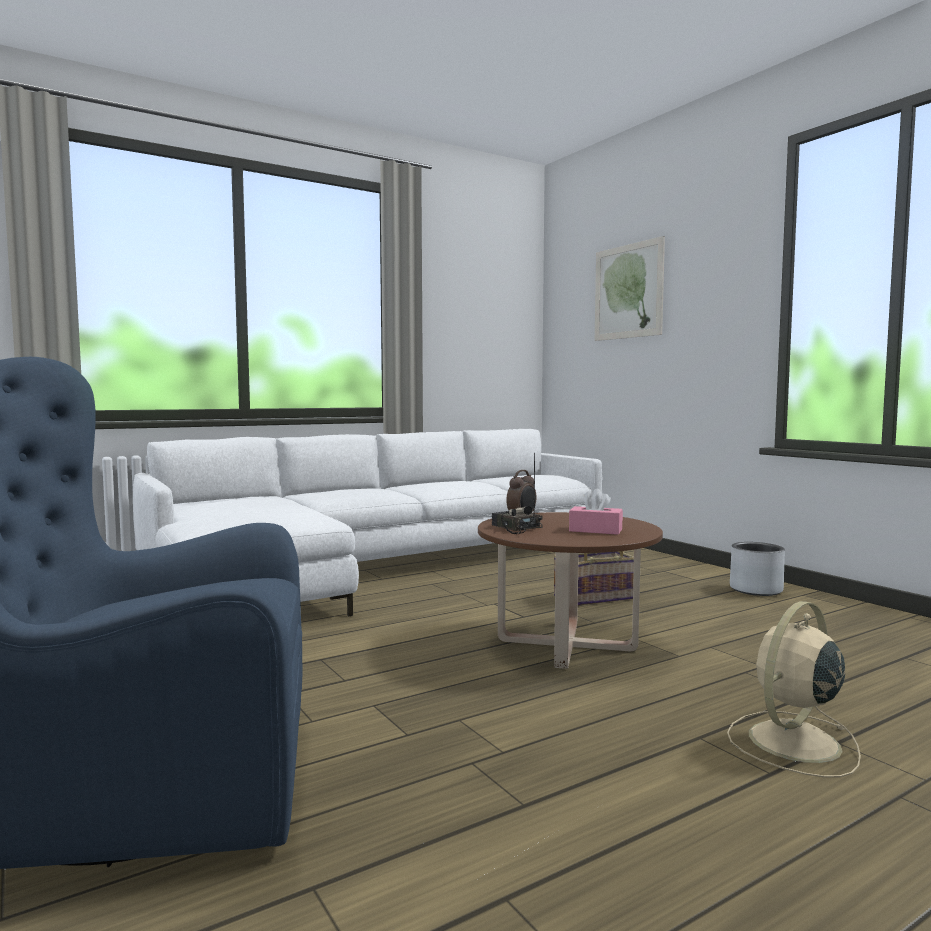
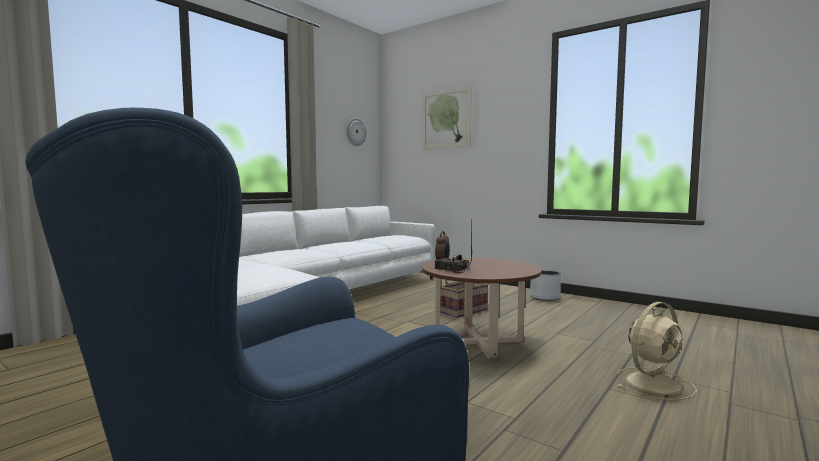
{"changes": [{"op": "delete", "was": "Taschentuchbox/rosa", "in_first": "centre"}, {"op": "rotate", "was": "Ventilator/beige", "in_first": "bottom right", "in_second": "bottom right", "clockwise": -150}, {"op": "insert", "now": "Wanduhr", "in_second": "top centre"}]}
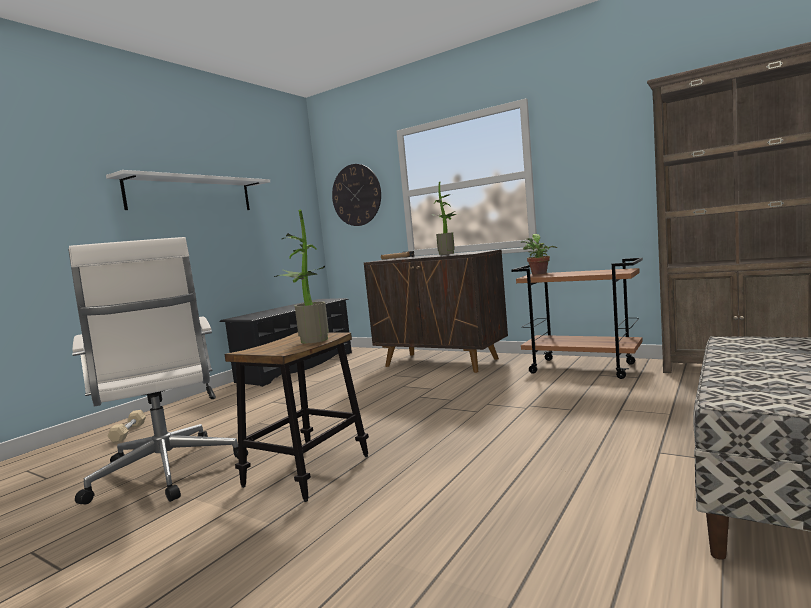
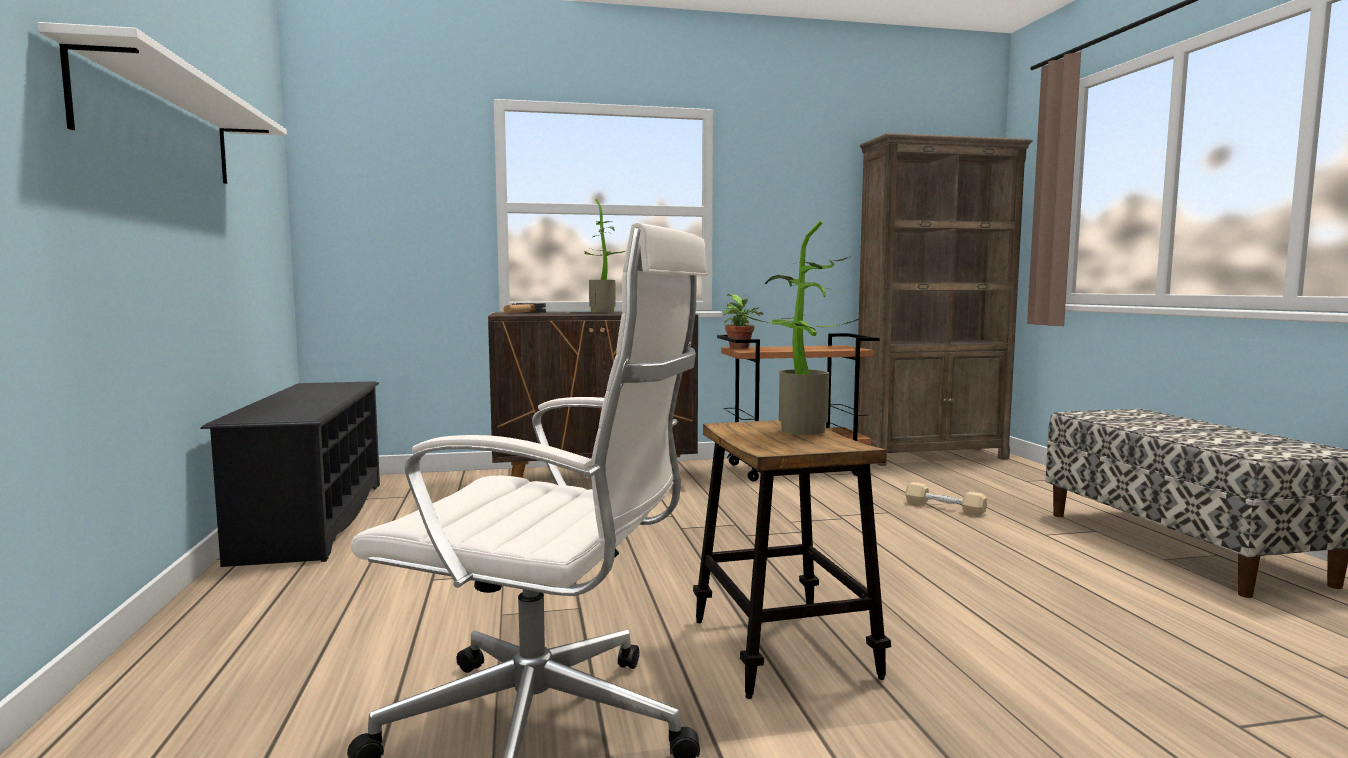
{"changes": [{"op": "move", "was": "Hantel/beige", "in_first": "bottom left", "in_second": "middle right"}, {"op": "delete", "was": "Wanduhr", "in_first": "top centre"}]}
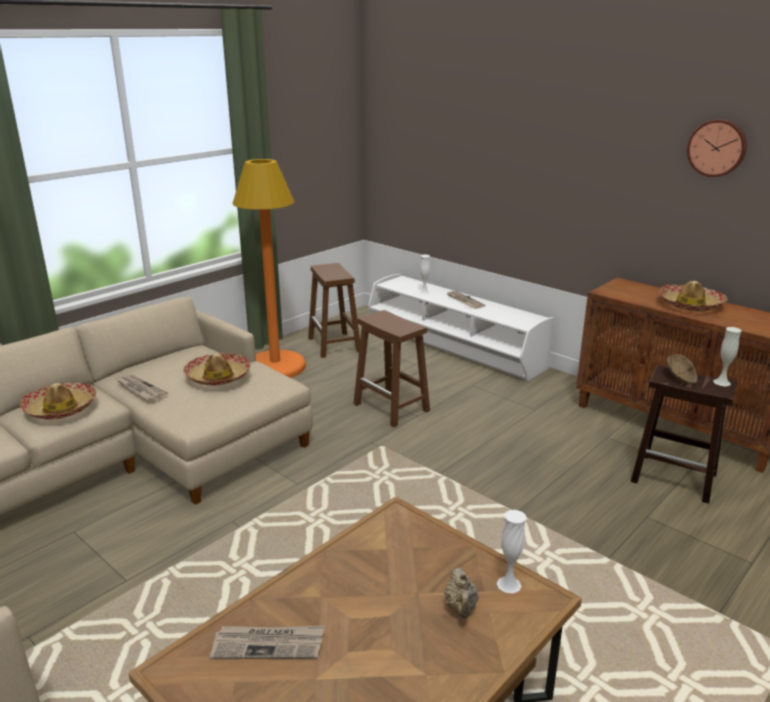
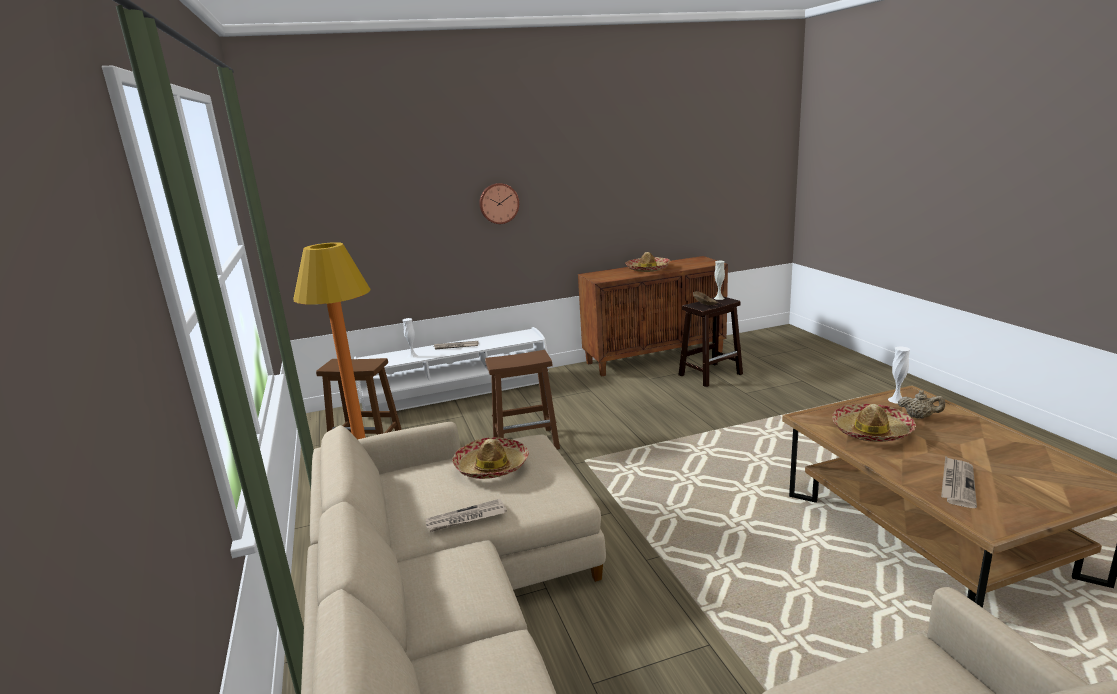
{"changes": [{"op": "move", "was": "Hut (1st from left in the first image)", "now": "Hut (3rd from left)", "in_first": "middle left", "in_second": "middle right"}, {"op": "move", "was": "Wanduhr", "in_first": "top right", "in_second": "top centre"}]}
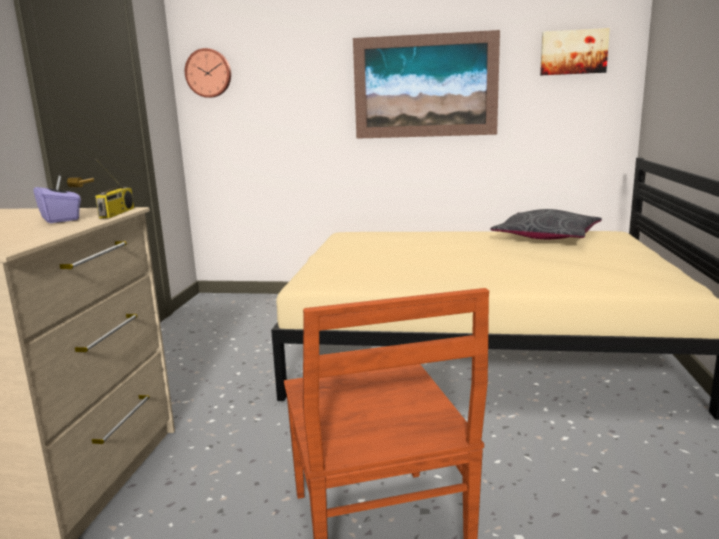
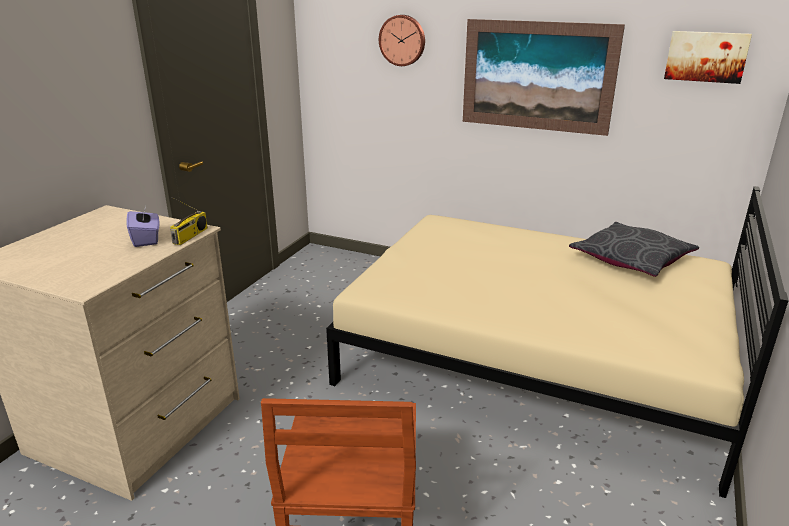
{"changes": [{"op": "move", "was": "Wanduhr", "in_first": "top left", "in_second": "top centre"}]}
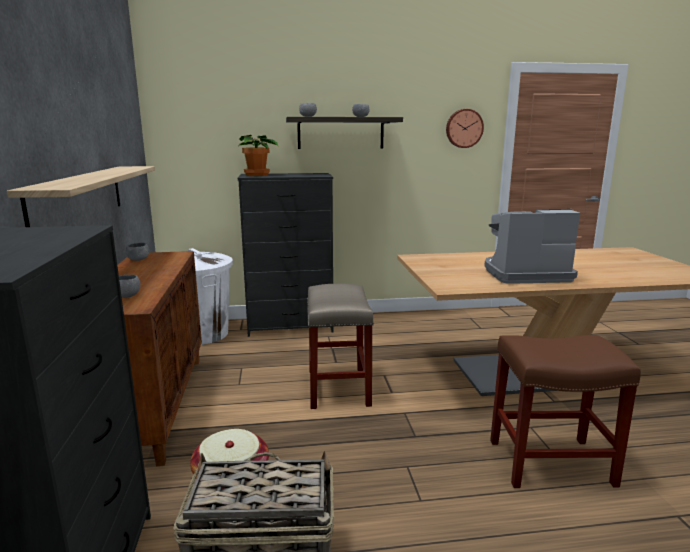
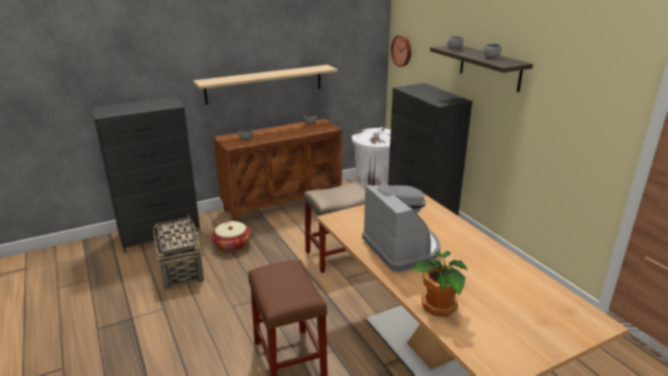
{"changes": [{"op": "move", "was": "Topfpflanze", "in_first": "top centre", "in_second": "bottom centre"}, {"op": "move", "was": "Wanduhr", "in_first": "top right", "in_second": "top centre"}]}
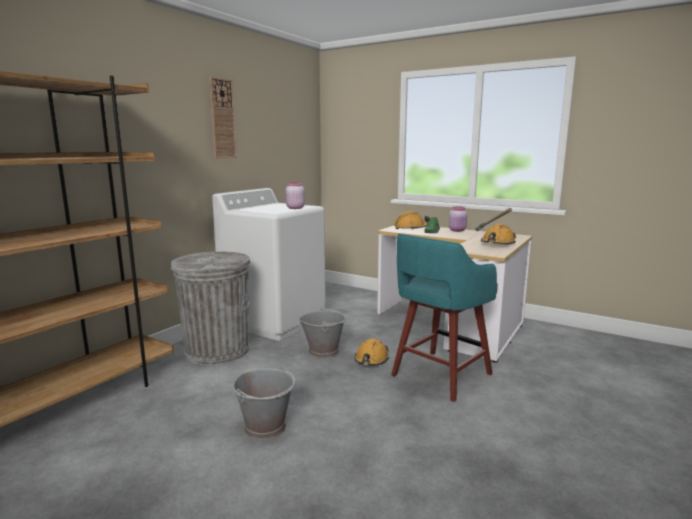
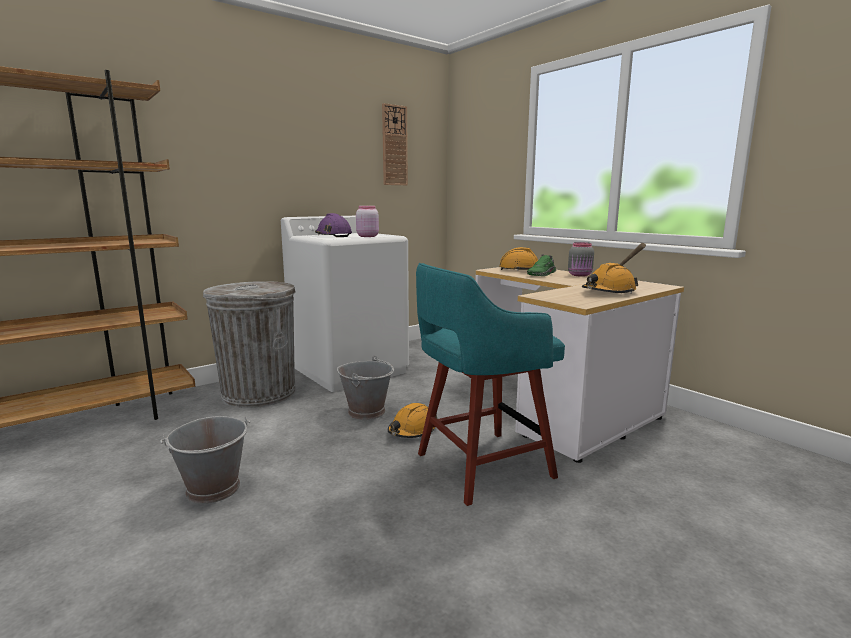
{"changes": [{"op": "move", "was": "Wanduhr", "in_first": "top left", "in_second": "top centre"}, {"op": "recolor", "was": "Vorratsglas/rosa (2nd from left)", "now": "Vorratsglas/grau", "in_first": "centre", "in_second": "middle right"}, {"op": "insert", "now": "Schutzhelm/lila", "in_second": "centre"}]}
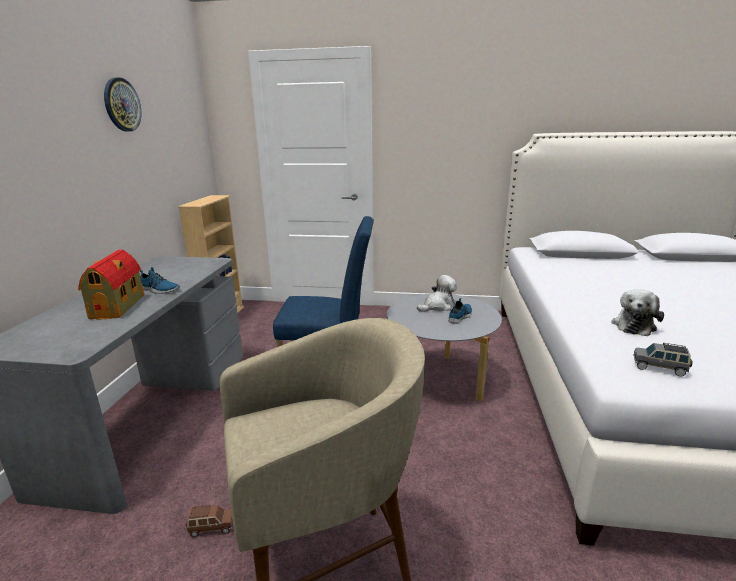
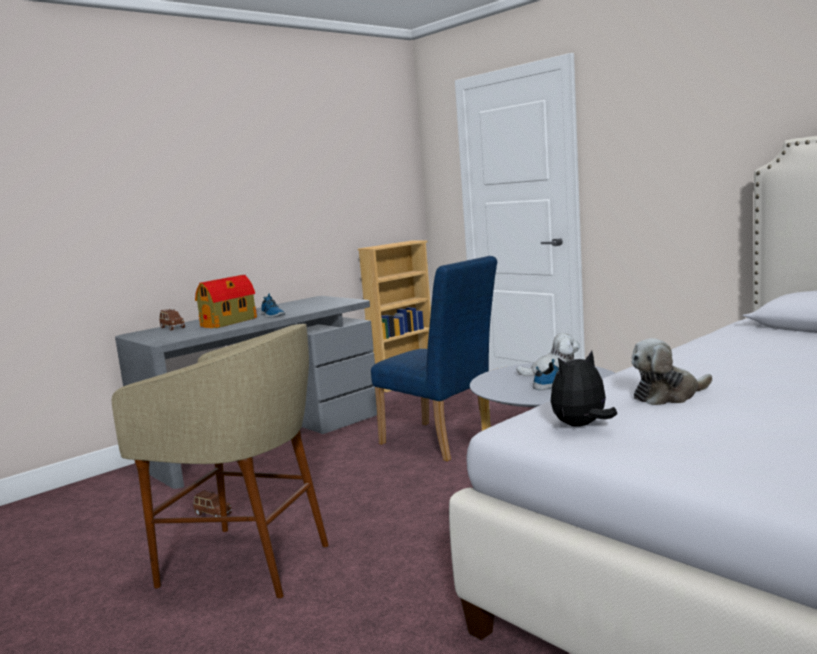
{"changes": [{"op": "delete", "was": "Wanduhr", "in_first": "top left"}, {"op": "replace", "was": "Spielzeugauto/grau", "now": "Plüschtier (2nd from left)", "in_first": "middle right", "in_second": "middle right"}, {"op": "insert", "now": "Spielzeugauto/braun (1st from left)", "in_second": "middle left"}]}
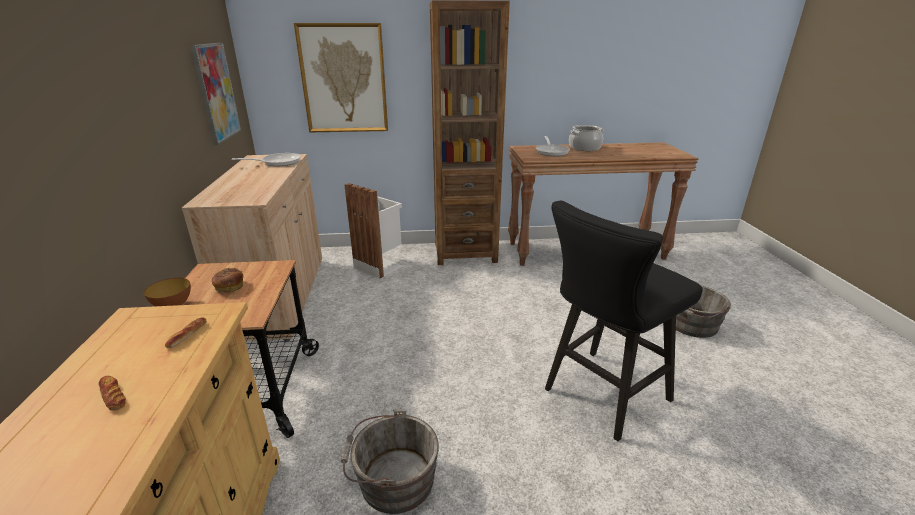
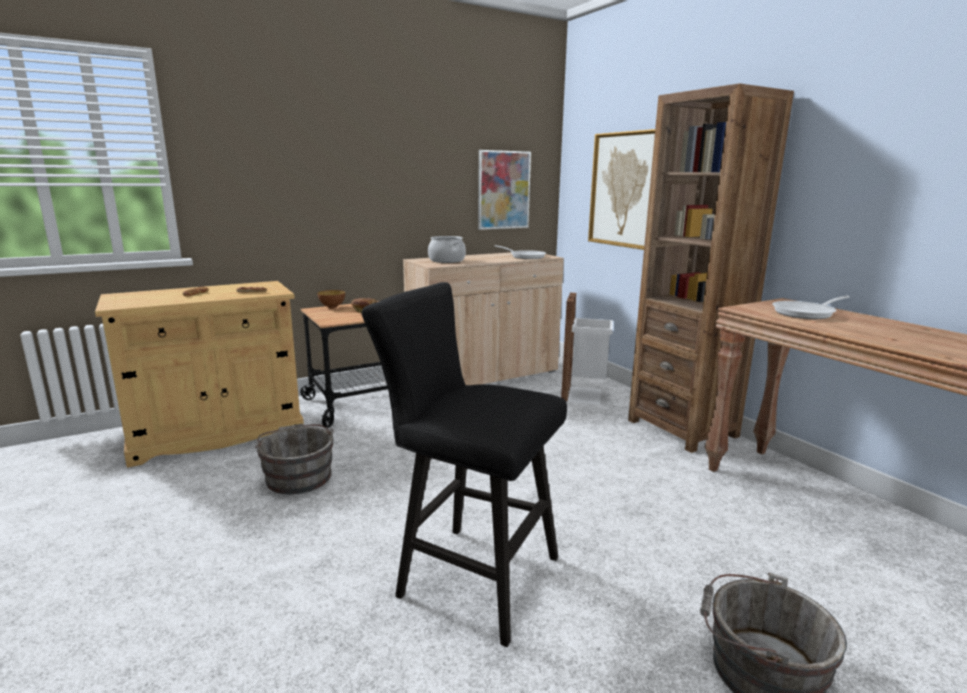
{"changes": [{"op": "move", "was": "Kochtopf", "in_first": "top centre", "in_second": "centre"}]}
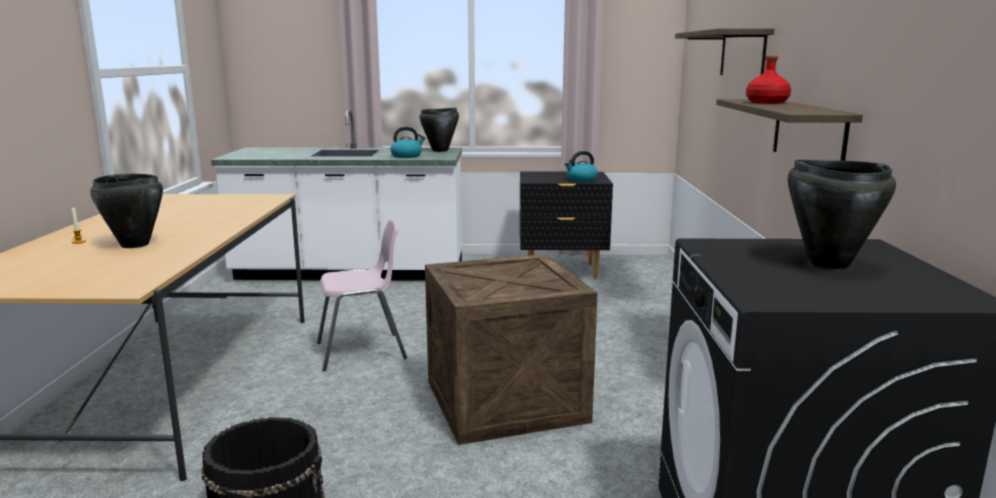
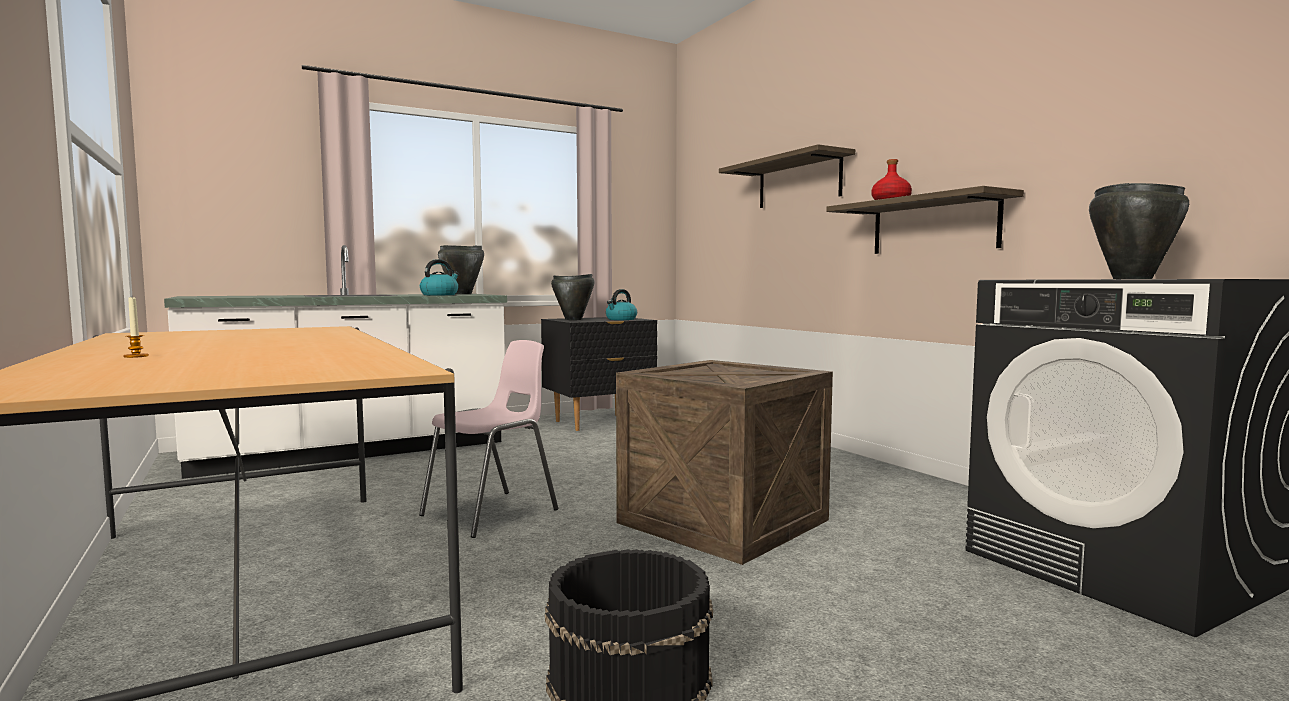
{"changes": [{"op": "move", "was": "Kochtopf/schwarz (1st from left in the first image)", "now": "Kochtopf/schwarz (2nd from left)", "in_first": "middle left", "in_second": "centre"}]}
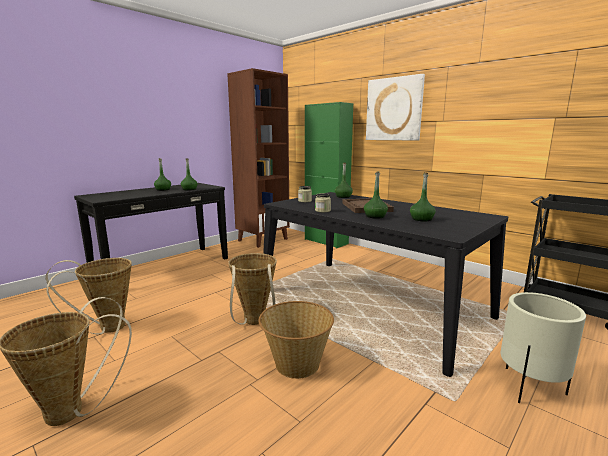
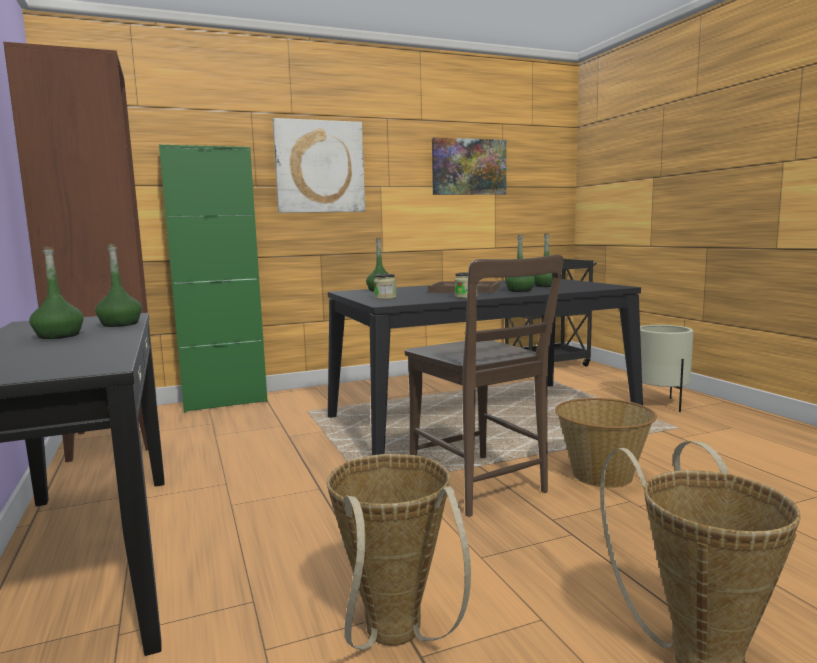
{"changes": [{"op": "replace", "was": "Korb (3rd from left)", "now": "Stuhl/braun", "in_first": "centre", "in_second": "centre"}, {"op": "insert", "now": "Bild (2nd from left)", "in_second": "top centre"}]}
